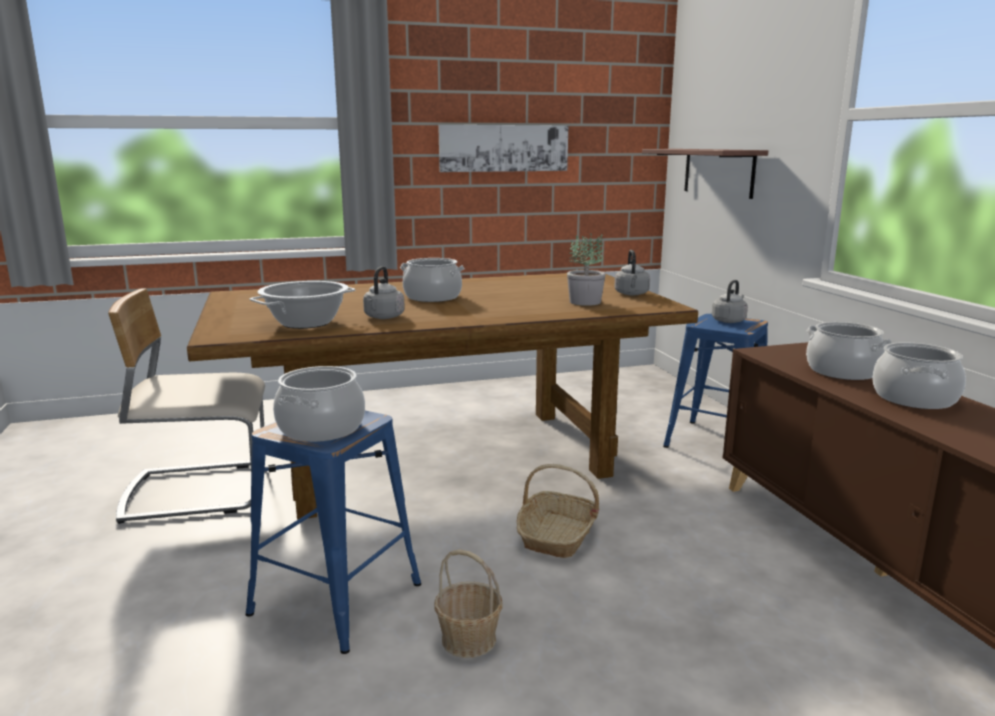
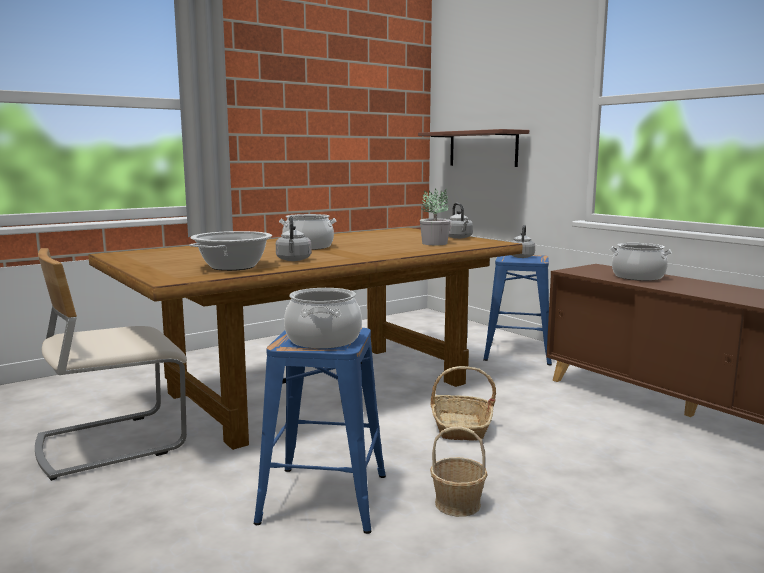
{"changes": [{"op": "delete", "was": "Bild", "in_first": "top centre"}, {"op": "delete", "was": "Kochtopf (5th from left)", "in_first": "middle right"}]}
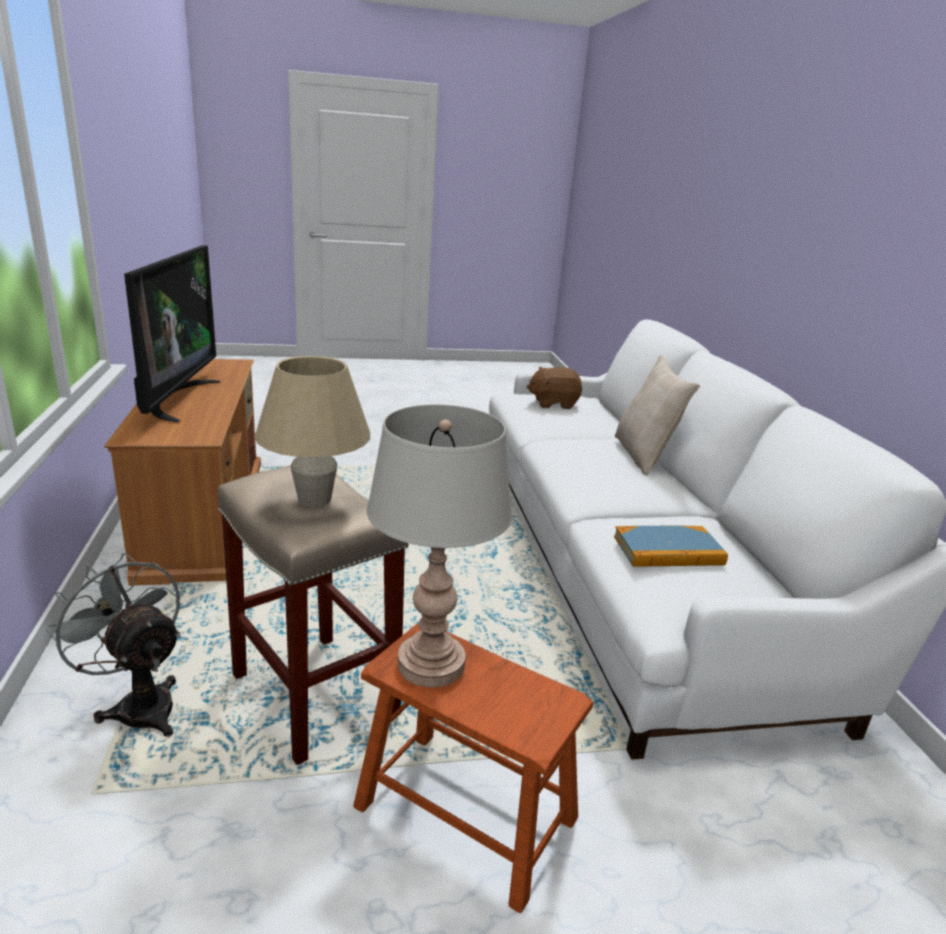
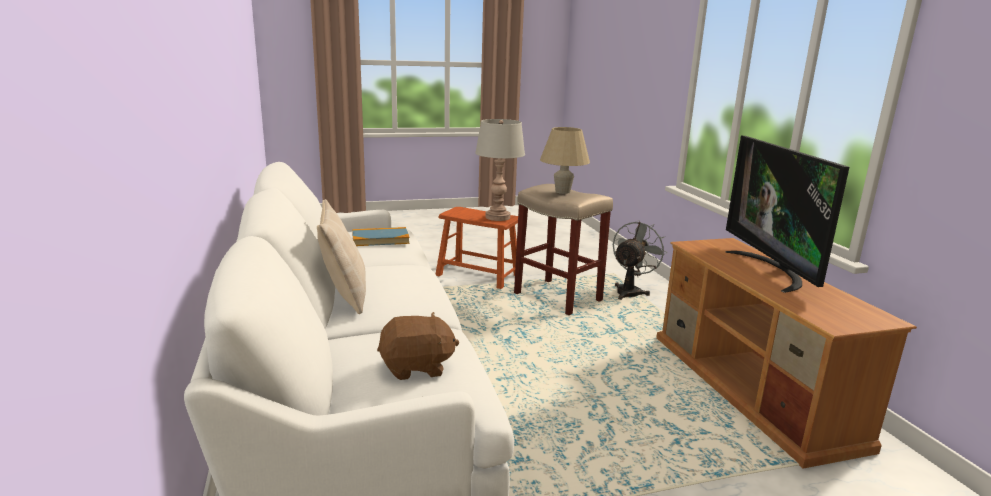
{"changes": [{"op": "rotate", "was": "Ventilator/grau", "in_first": "bottom left", "in_second": "centre", "clockwise": -90}]}
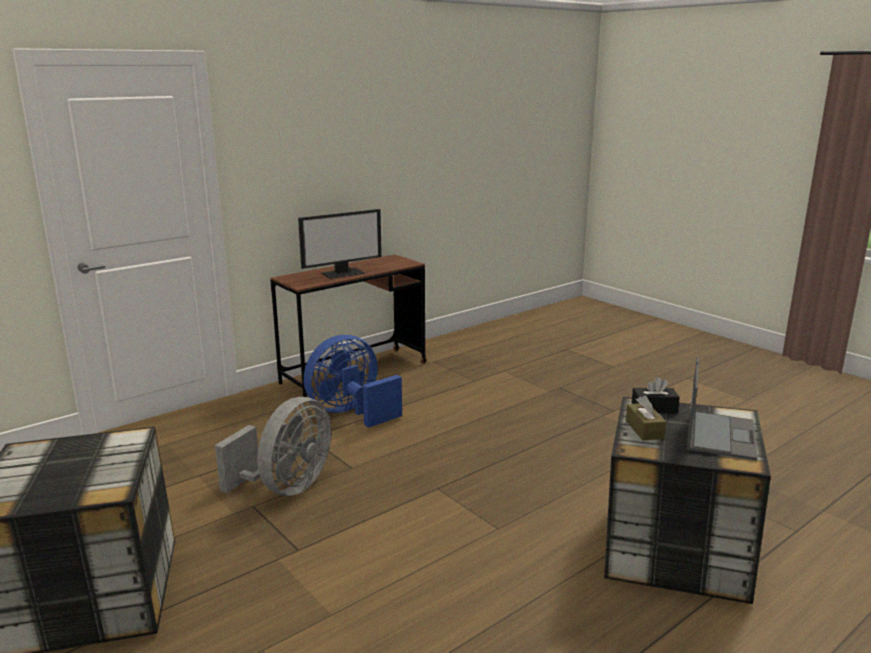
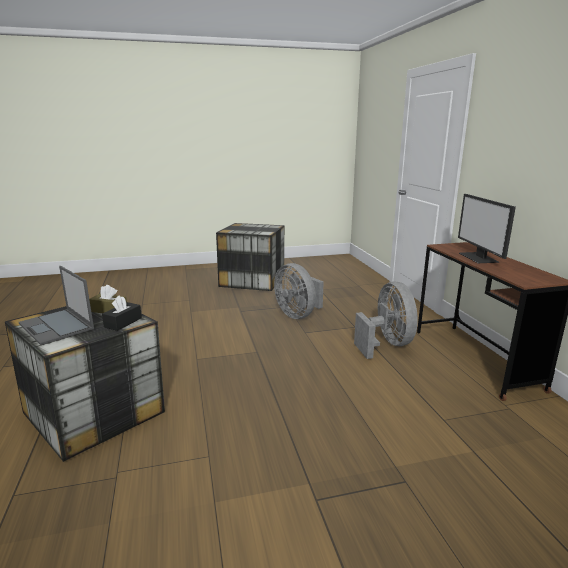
{"changes": [{"op": "recolor", "was": "Ventilator/blau", "now": "Ventilator/grau (2nd from left)", "in_first": "centre", "in_second": "middle right"}]}
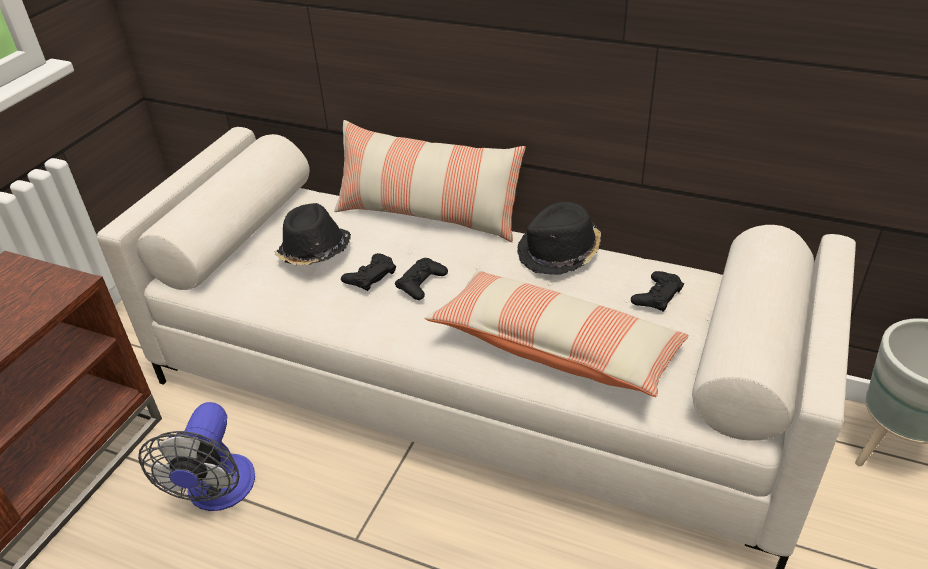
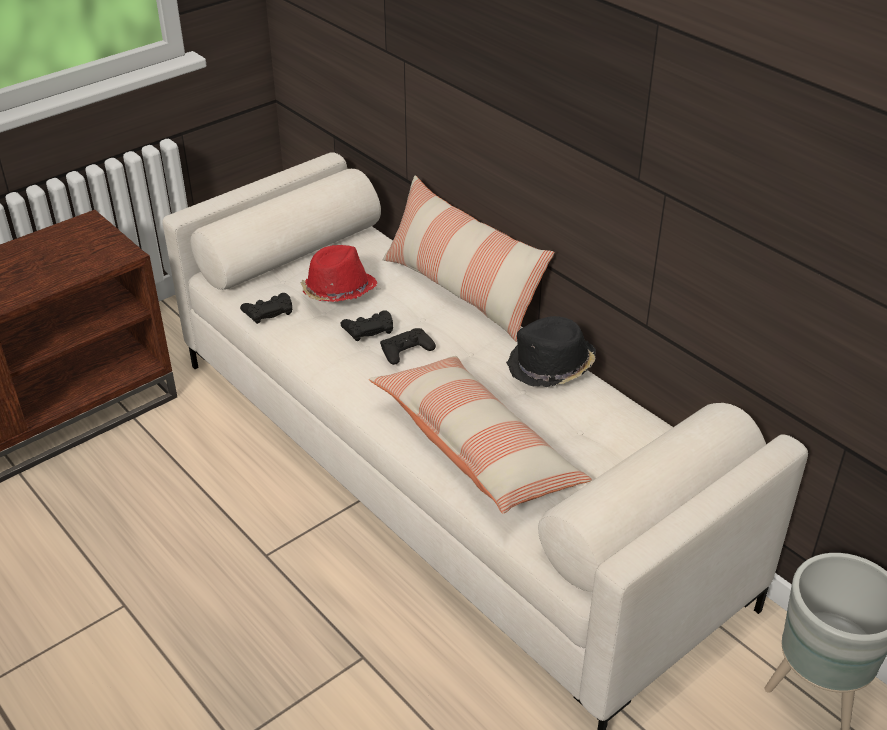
{"changes": [{"op": "delete", "was": "Ventilator", "in_first": "bottom left"}, {"op": "recolor", "was": "Hut/schwarz (1st from left)", "now": "Hut/rot", "in_first": "centre", "in_second": "centre"}, {"op": "move", "was": "Gamepad/schwarz (3rd from left in the first image)", "now": "Gamepad/schwarz (1st from left)", "in_first": "middle right", "in_second": "middle left"}]}
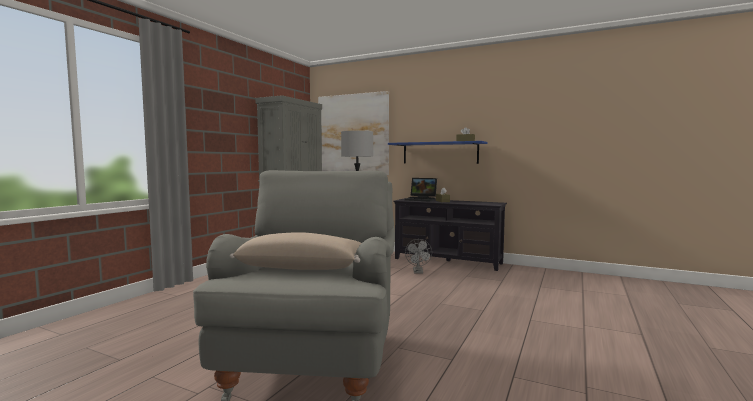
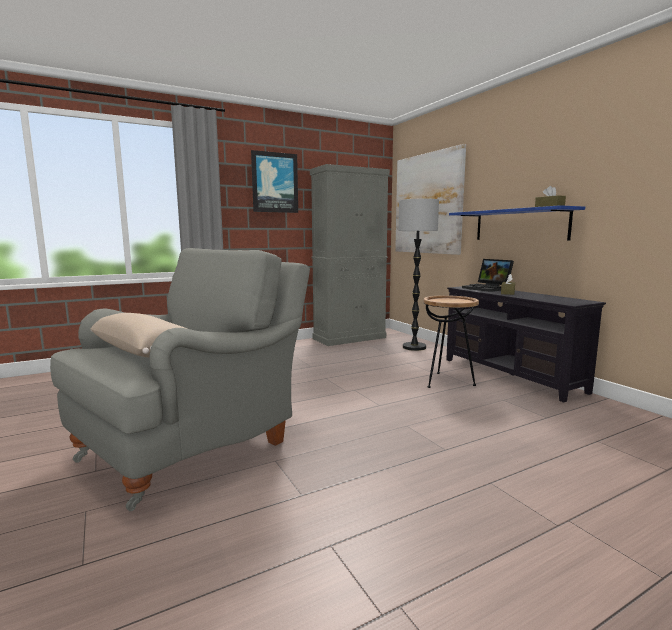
{"changes": [{"op": "replace", "was": "Ventilator/grau", "now": "Beistelltisch/braun", "in_first": "centre", "in_second": "middle right"}, {"op": "insert", "now": "Bild (1st from left)", "in_second": "top centre"}]}
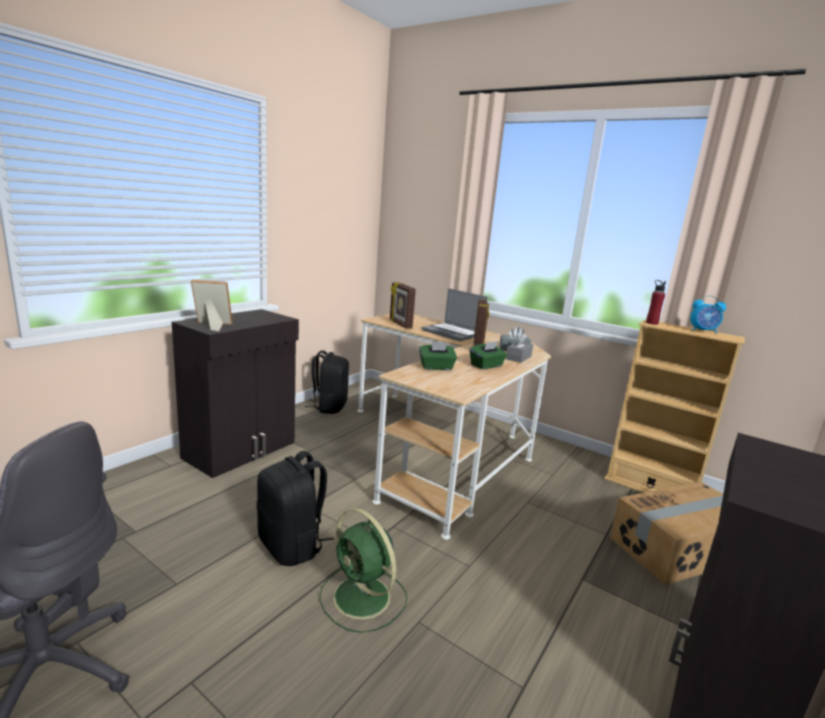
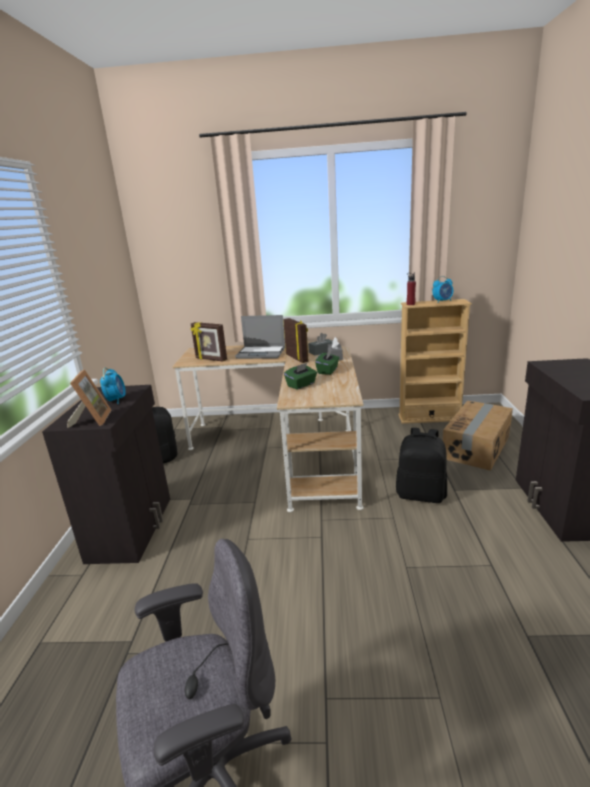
{"changes": [{"op": "rotate", "was": "Bilderrahmen (1st from left)", "in_first": "middle left", "in_second": "middle left", "clockwise": 120}, {"op": "move", "was": "Rucksack/schwarz (1st from left in the first image)", "now": "Rucksack/schwarz (2nd from left)", "in_first": "bottom centre", "in_second": "middle right"}, {"op": "delete", "was": "Ventilator/grün", "in_first": "bottom centre"}, {"op": "insert", "now": "Wecker (1st from left)", "in_second": "middle left"}]}
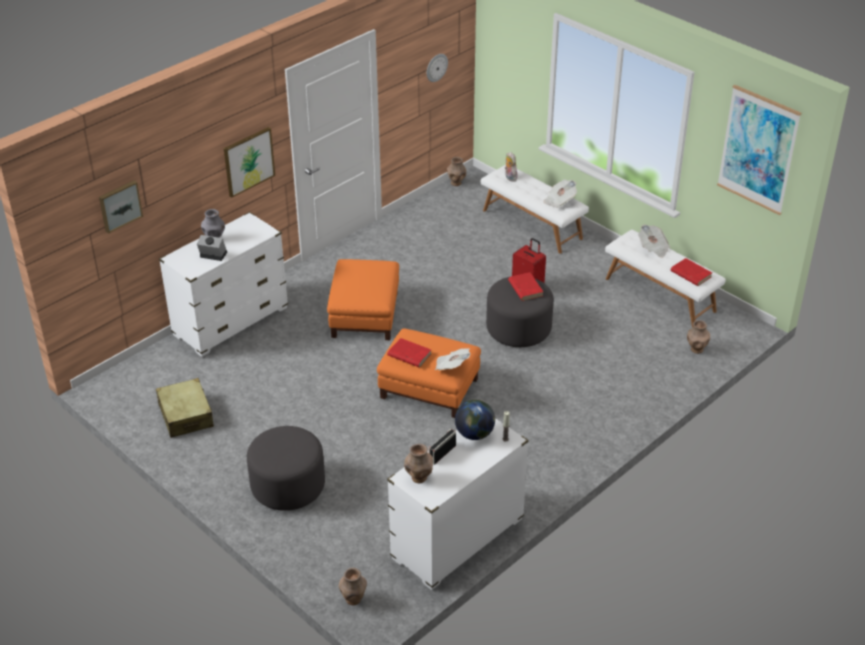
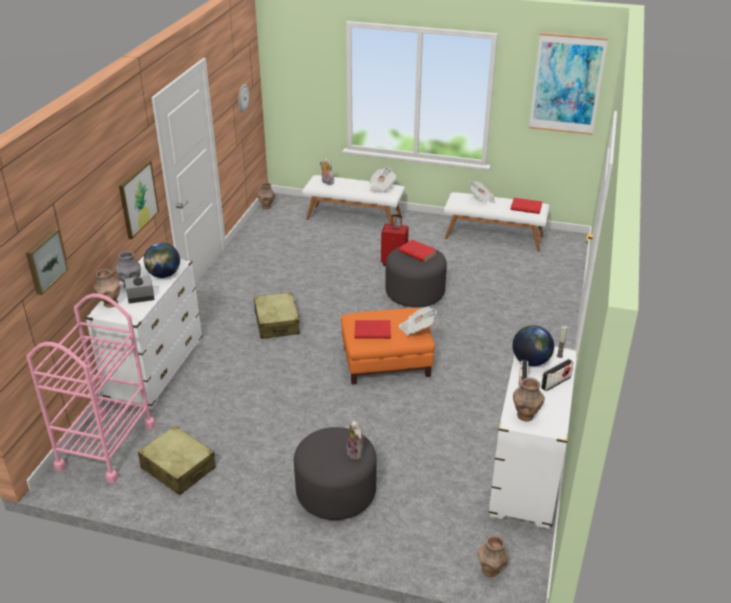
{"changes": [{"op": "replace", "was": "Polsterhocker/orange (1st from left)", "now": "Koffer/beige (2nd from left)", "in_first": "centre", "in_second": "centre"}, {"op": "move", "was": "Vase/braun (4th from left in the first image)", "now": "Vase/braun (1st from left)", "in_first": "middle right", "in_second": "middle left"}, {"op": "insert", "now": "Rollwagen/rosa", "in_second": "middle left"}, {"op": "insert", "now": "Globus (1st from left)", "in_second": "middle left"}, {"op": "insert", "now": "Plüschtier (2nd from left)", "in_second": "bottom centre"}, {"op": "insert", "now": "Radio (2nd from left)", "in_second": "middle right"}]}
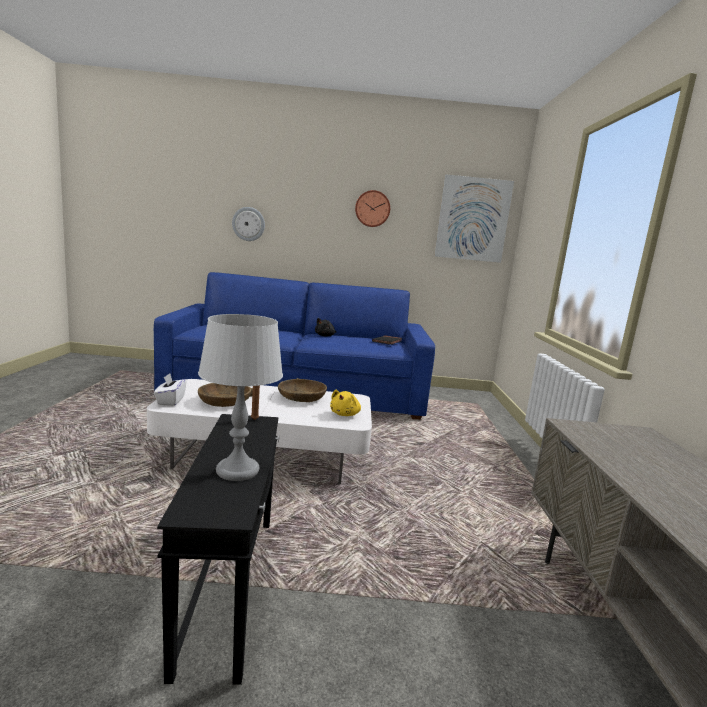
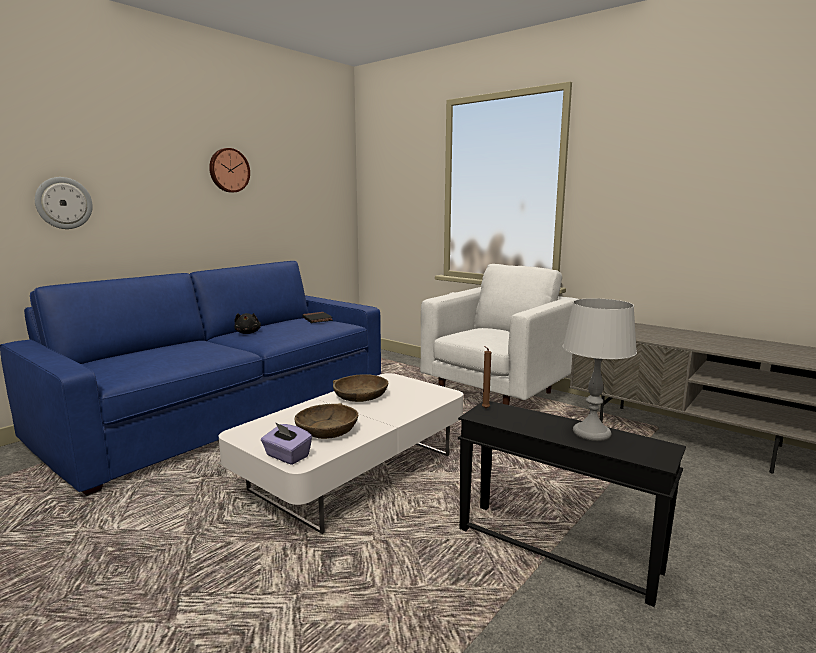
{"changes": [{"op": "recolor", "was": "Taschentuchbox/weiß", "now": "Taschentuchbox/lila", "in_first": "middle left", "in_second": "bottom centre"}, {"op": "delete", "was": "Plüschtier/gelb", "in_first": "centre"}, {"op": "delete", "was": "Bild", "in_first": "top right"}, {"op": "insert", "now": "Sessel/weiß", "in_second": "centre"}]}
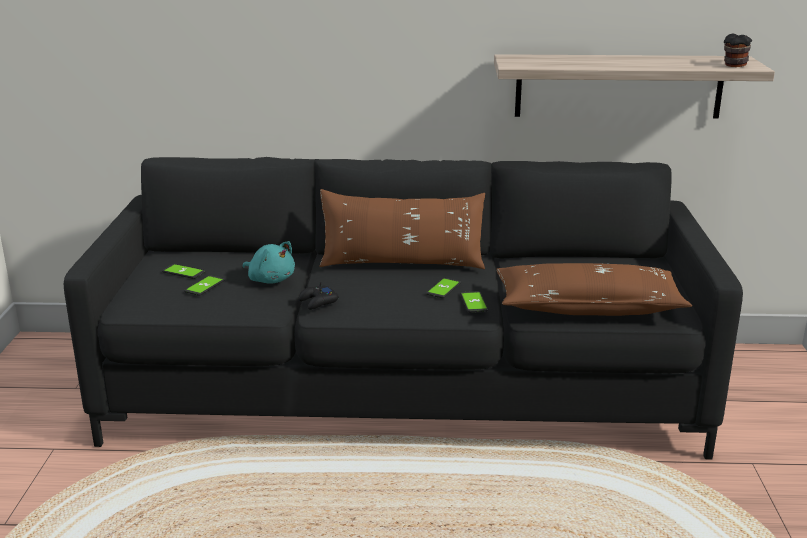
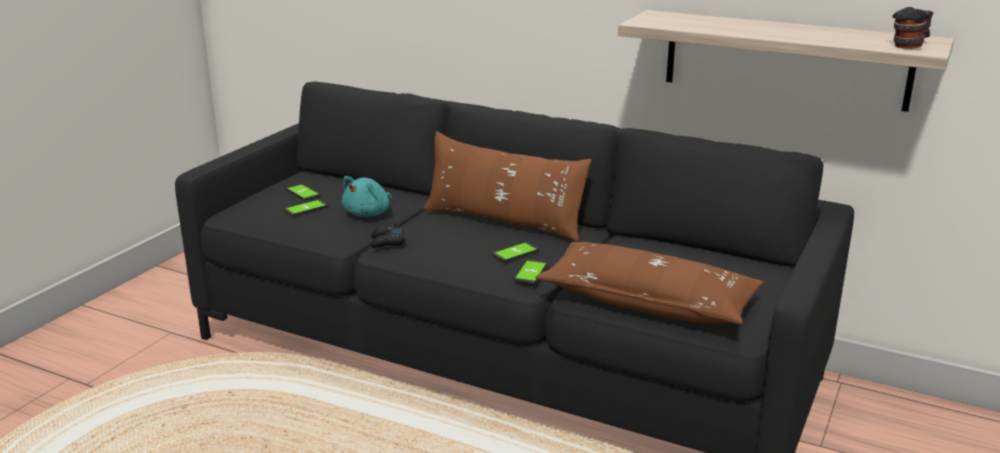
{"changes": [{"op": "rotate", "was": "Plüschtier/türkis", "in_first": "middle left", "in_second": "centre", "clockwise": 60}]}
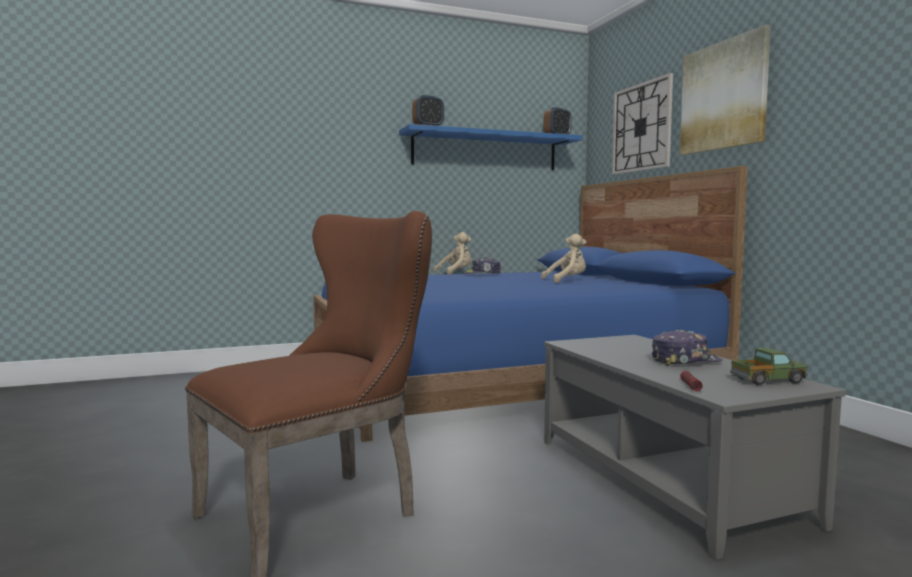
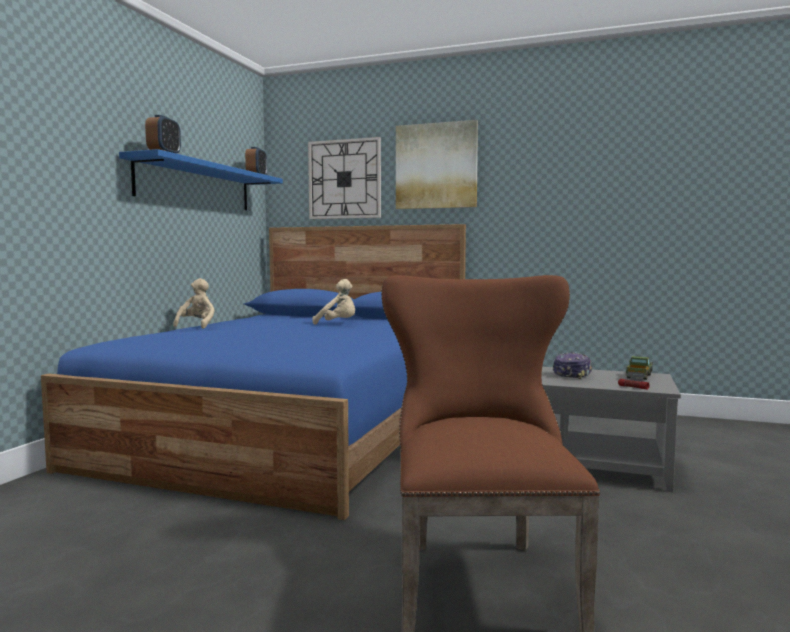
{"changes": [{"op": "delete", "was": "Kappe (1st from left)", "in_first": "centre"}, {"op": "rotate", "was": "Plüschtier/beige (2nd from left)", "in_first": "centre", "in_second": "centre", "clockwise": 90}]}
